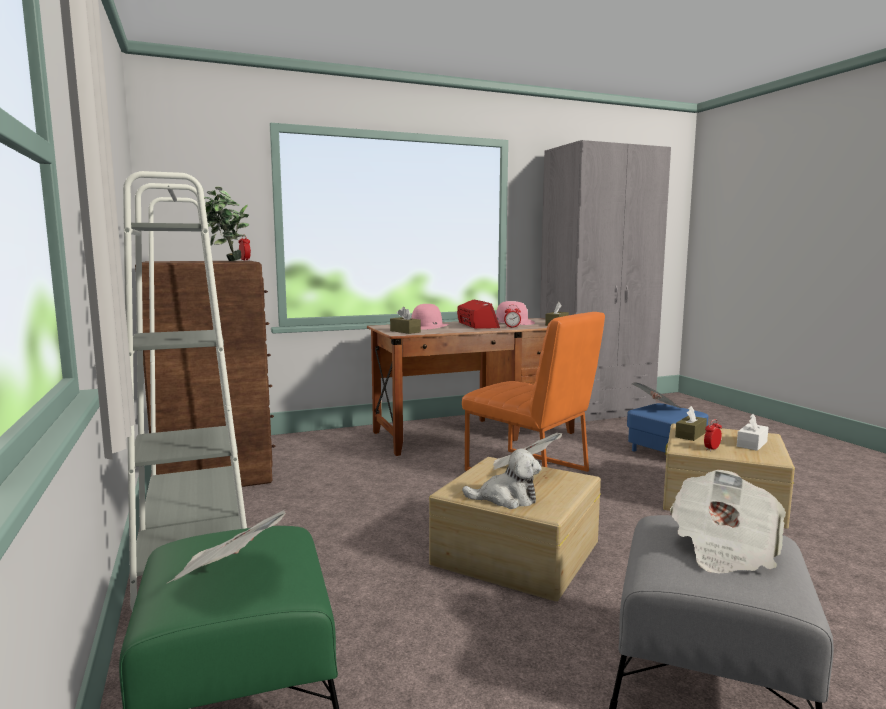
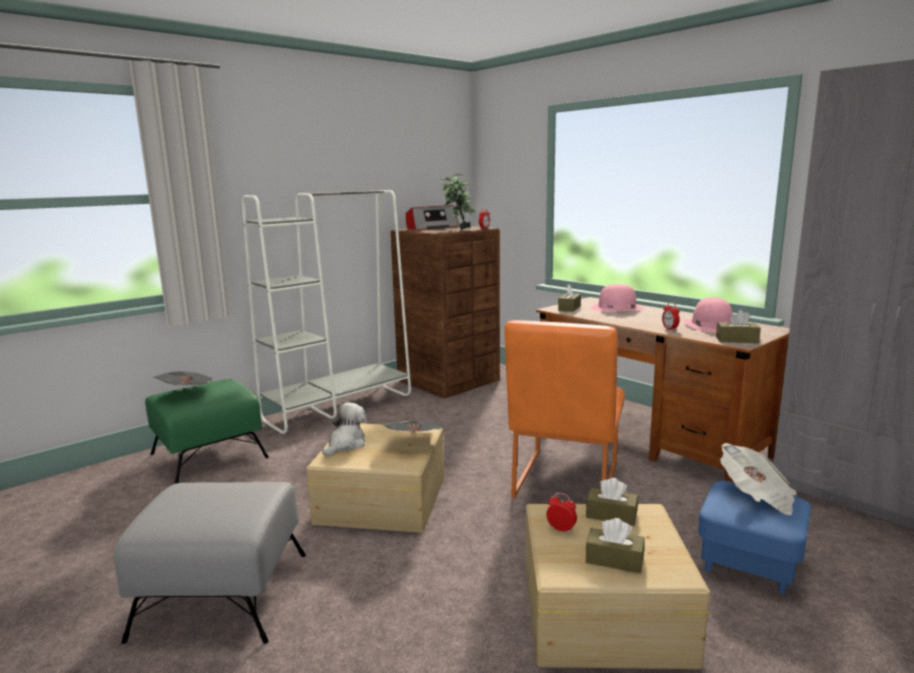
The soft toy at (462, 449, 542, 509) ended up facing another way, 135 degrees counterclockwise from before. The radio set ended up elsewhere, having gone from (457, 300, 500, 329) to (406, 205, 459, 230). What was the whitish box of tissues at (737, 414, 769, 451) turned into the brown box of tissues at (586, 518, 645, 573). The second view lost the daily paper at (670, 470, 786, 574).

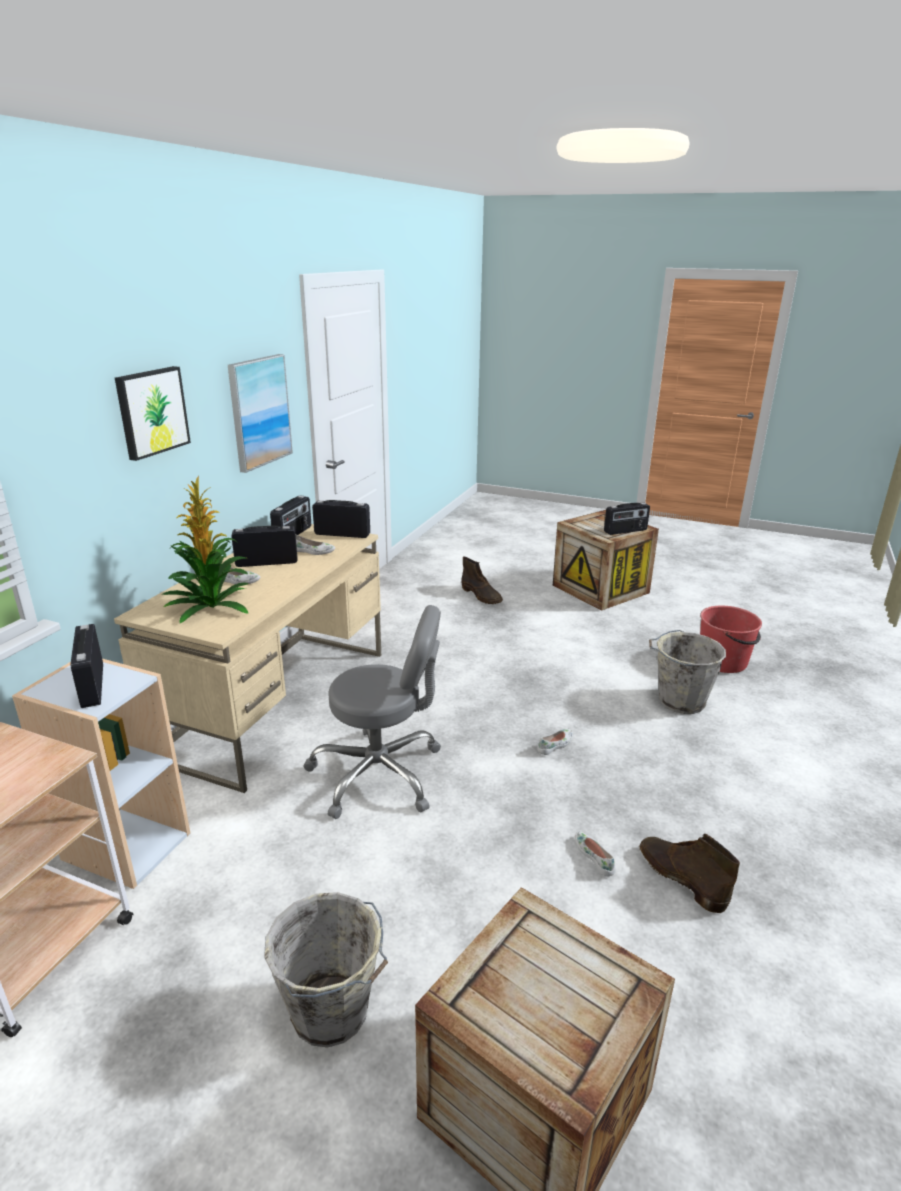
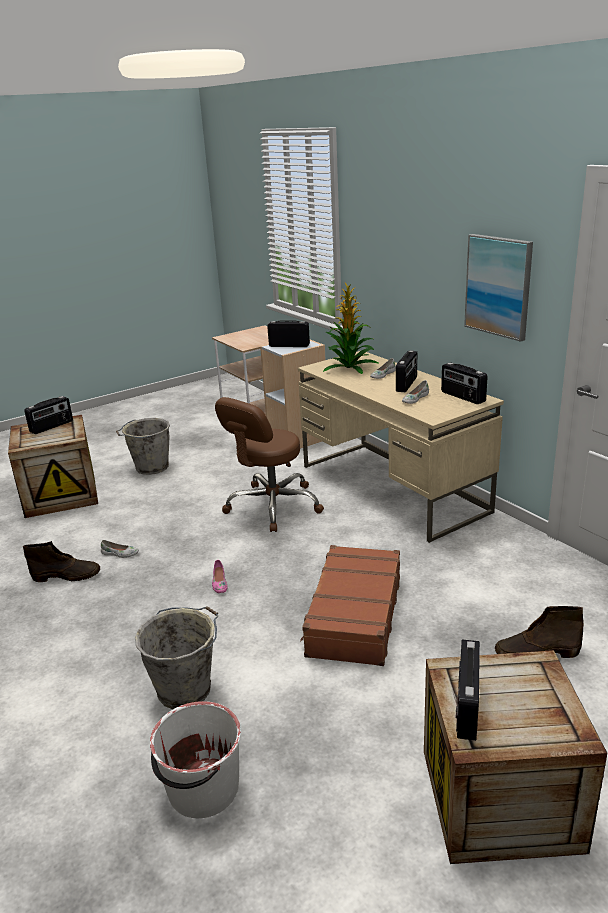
The radio set ended up elsewhere, having gone from (312, 500, 370, 538) to (24, 396, 73, 434). What was the red-coloured water bucket at (700, 605, 762, 673) turned into the whitish water bucket at (150, 701, 241, 818). What was the whitish low shoe at (537, 729, 573, 755) turned into the pink-coloured low shoe at (212, 560, 228, 593). What was the gray desk chair at (304, 605, 441, 819) turned into the brown desk chair at (215, 397, 324, 532). The second view gained the brown suitcase at (300, 545, 400, 666). The second view lost the picture at (115, 366, 191, 461).

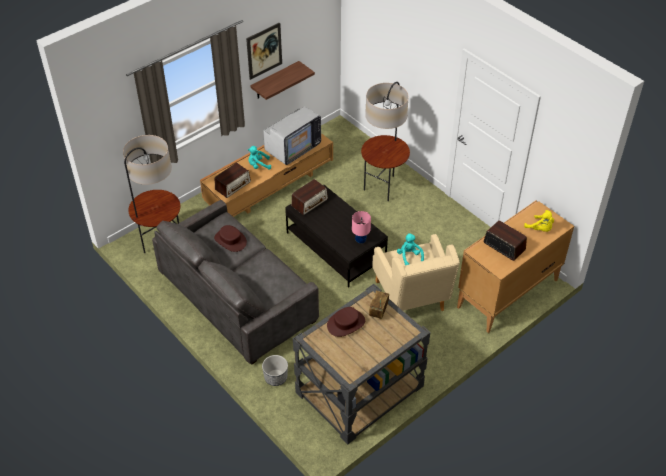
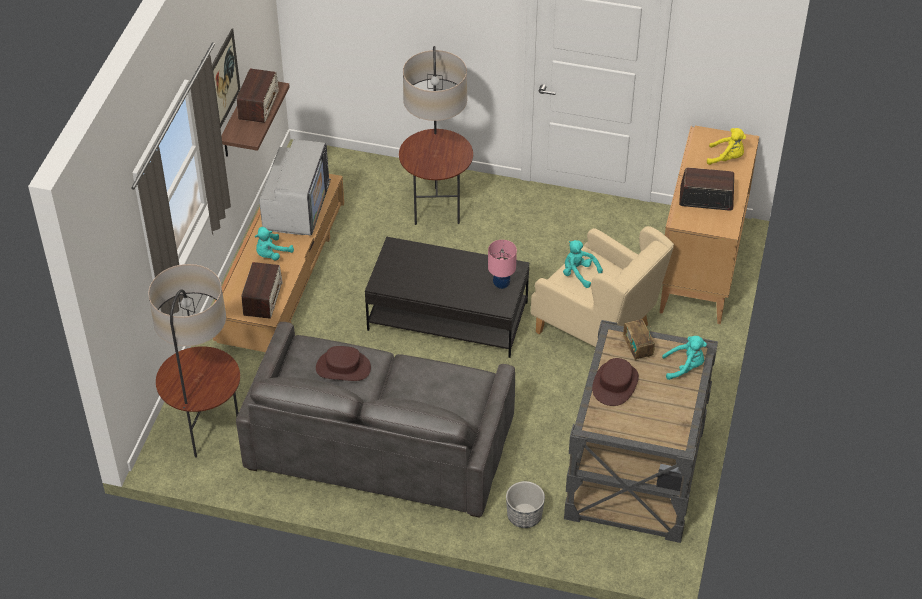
The radio set ended up elsewhere, having gone from (291, 179, 328, 215) to (237, 68, 279, 123). The second view gained the turquoise soft toy at (662, 336, 707, 380).

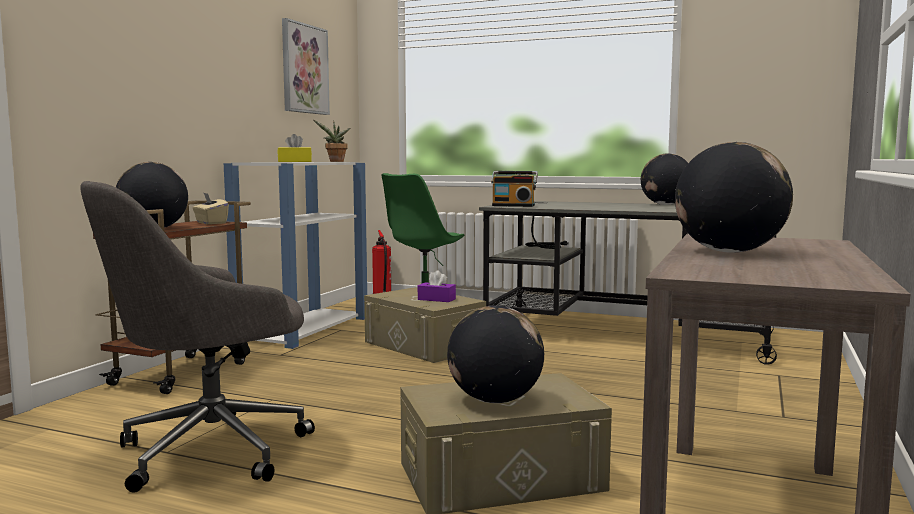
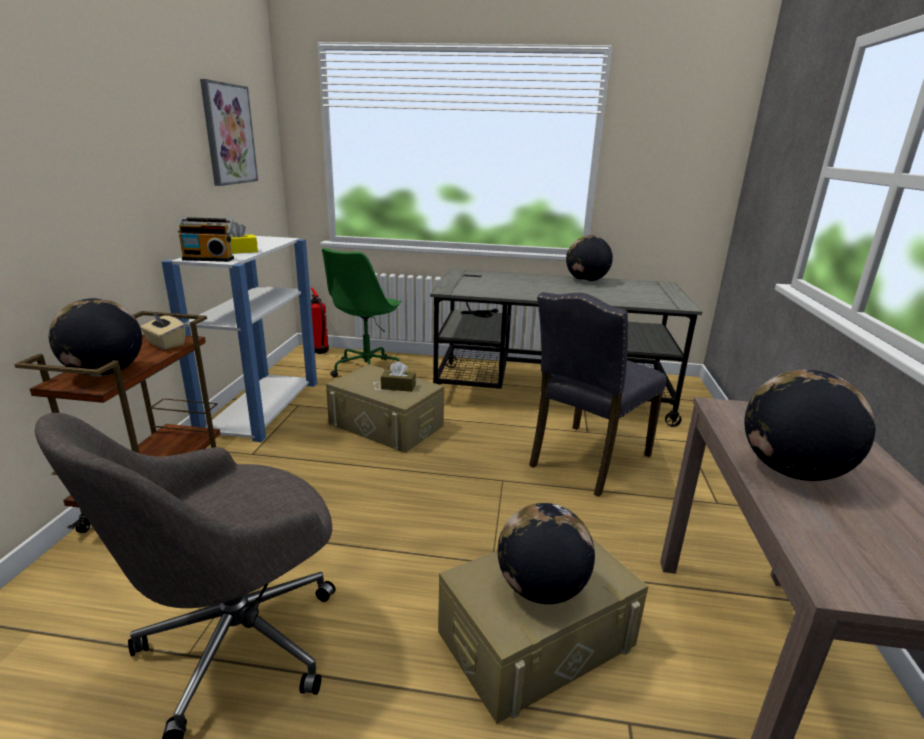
The radio set ended up elsewhere, having gone from (491, 171, 538, 207) to (177, 217, 234, 262). What was the purplish box of tissues at (418, 270, 456, 302) turned into the brown box of tissues at (381, 361, 416, 392). The second view gained the gray plain chair at (529, 292, 666, 497). The second view lost the houseplant at (313, 120, 351, 162).

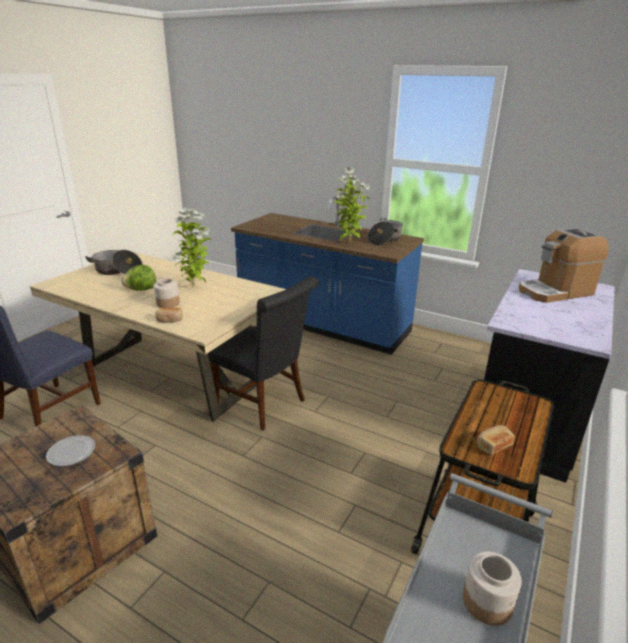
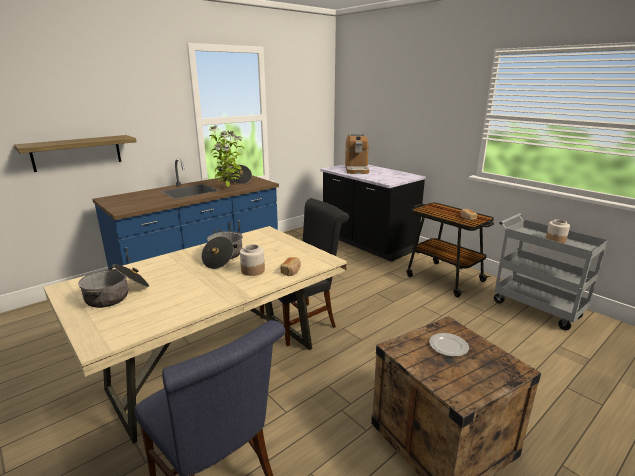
The second view gained the shelf at (14, 135, 137, 172). Where the houseplant stood at (172, 208, 212, 287), the saucepot came to stand at (201, 229, 243, 269). The second view lost the lettuce head at (121, 265, 156, 290).

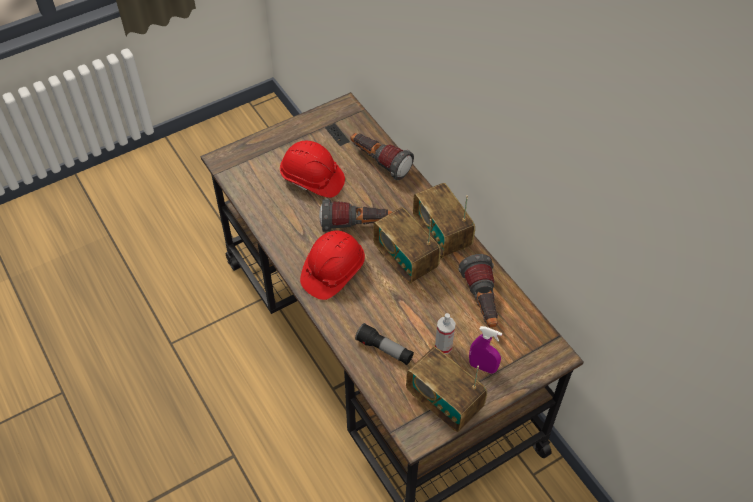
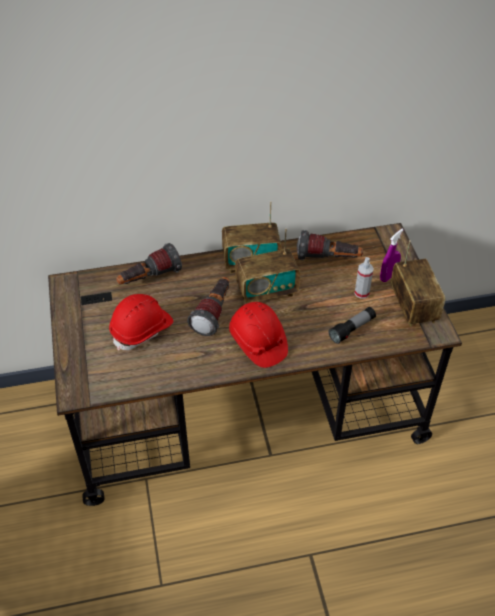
The radio set at (406, 347, 487, 432) ended up facing another way, 75 degrees counterclockwise from before.

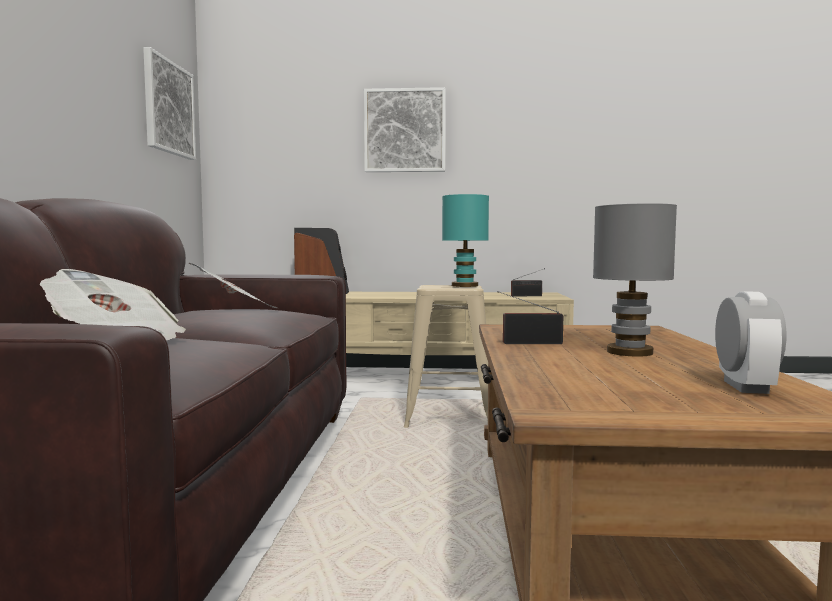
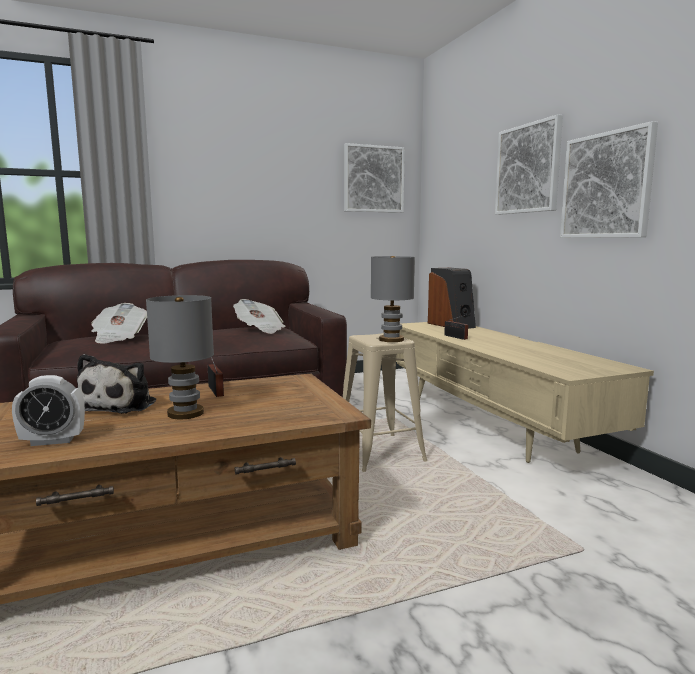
The second view gained the soft toy at (77, 354, 156, 414). What was the turquoise table lamp at (442, 194, 489, 287) turned into the gray table lamp at (371, 256, 415, 342). The radio set ended up elsewhere, having gone from (511, 268, 545, 297) to (444, 314, 469, 340). The second view gained the picture at (560, 121, 658, 238).

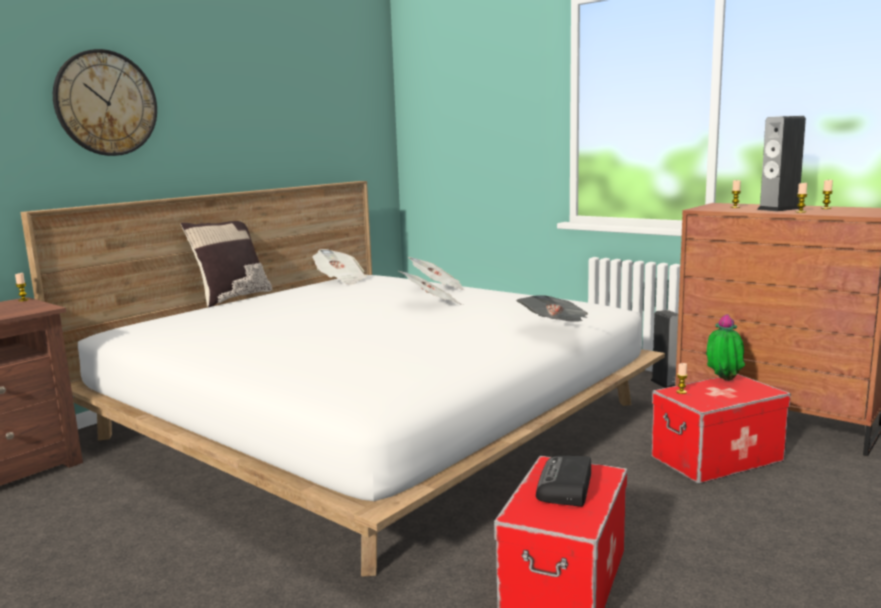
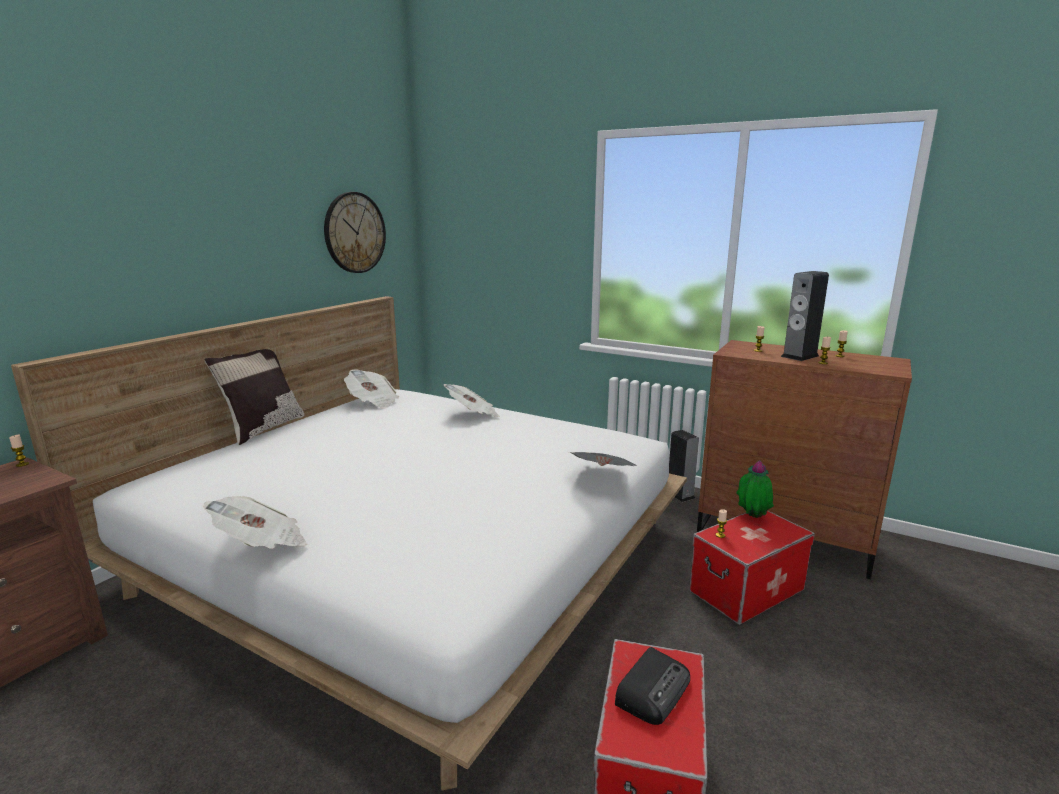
The daily paper ended up elsewhere, having gone from (399, 271, 463, 305) to (203, 496, 307, 549). The wall clock ended up elsewhere, having gone from (53, 49, 157, 156) to (324, 192, 386, 273). The radio set at (536, 456, 591, 507) ended up facing another way, 150 degrees counterclockwise from before.

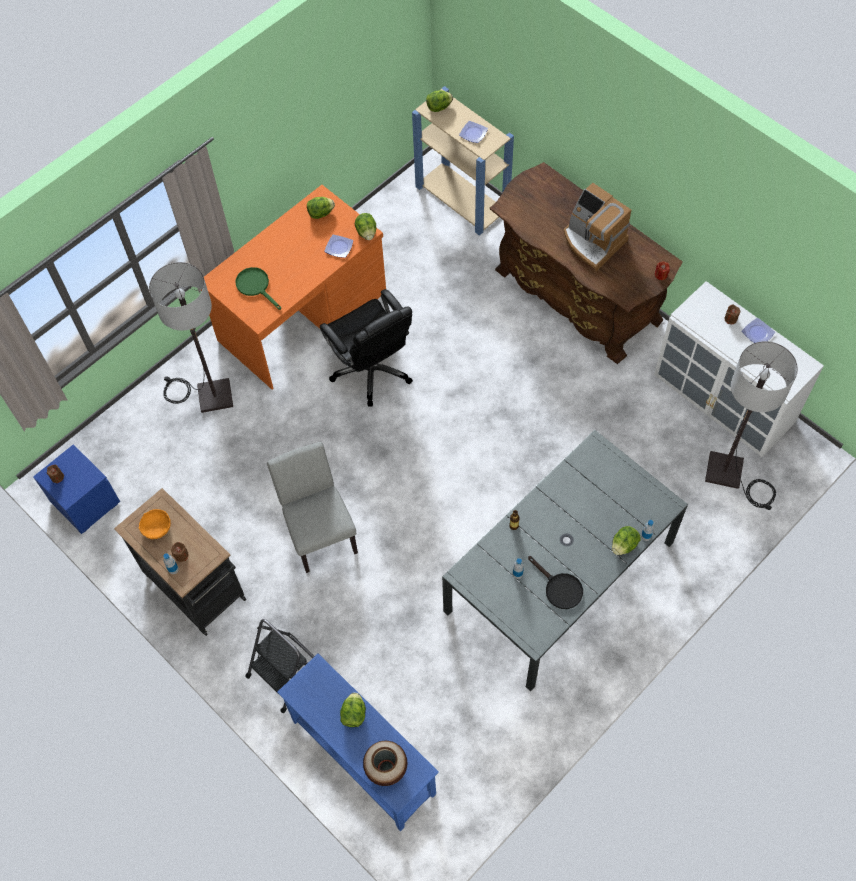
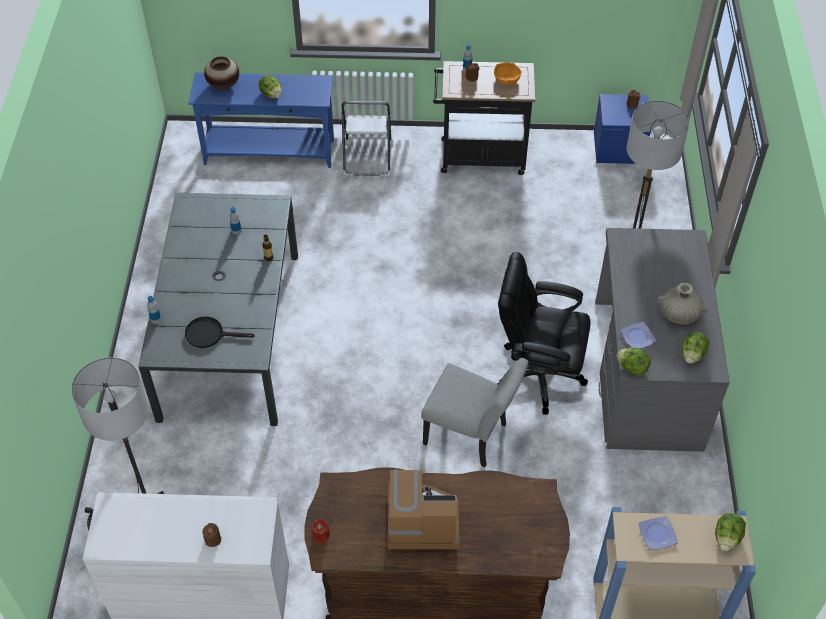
The blackish pan ended up elsewhere, having gone from (528, 556, 583, 609) to (185, 317, 255, 348). What was the blackish step ladder at (245, 619, 315, 713) turned into the whitish step ladder at (341, 101, 393, 176). The gray plain chair ended up elsewhere, having gone from (267, 442, 358, 573) to (421, 358, 529, 468). What was the orange desk table at (201, 185, 386, 390) turned into the gray desk table at (595, 228, 730, 452). The second view gained the beige flower vase at (657, 283, 707, 324). The second view lost the green pan at (235, 267, 281, 310). The second view lost the lettuce head at (612, 526, 641, 555). The second view lost the plate at (742, 318, 775, 343).

